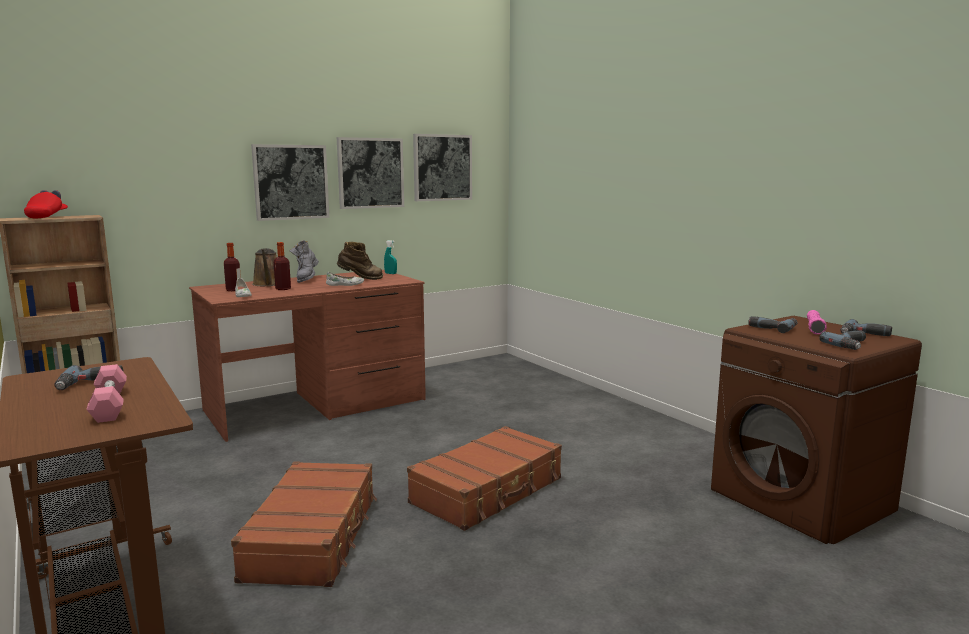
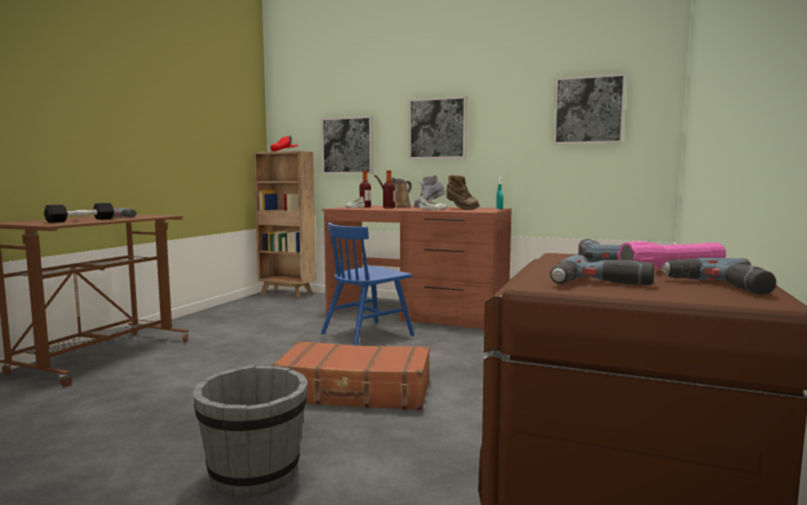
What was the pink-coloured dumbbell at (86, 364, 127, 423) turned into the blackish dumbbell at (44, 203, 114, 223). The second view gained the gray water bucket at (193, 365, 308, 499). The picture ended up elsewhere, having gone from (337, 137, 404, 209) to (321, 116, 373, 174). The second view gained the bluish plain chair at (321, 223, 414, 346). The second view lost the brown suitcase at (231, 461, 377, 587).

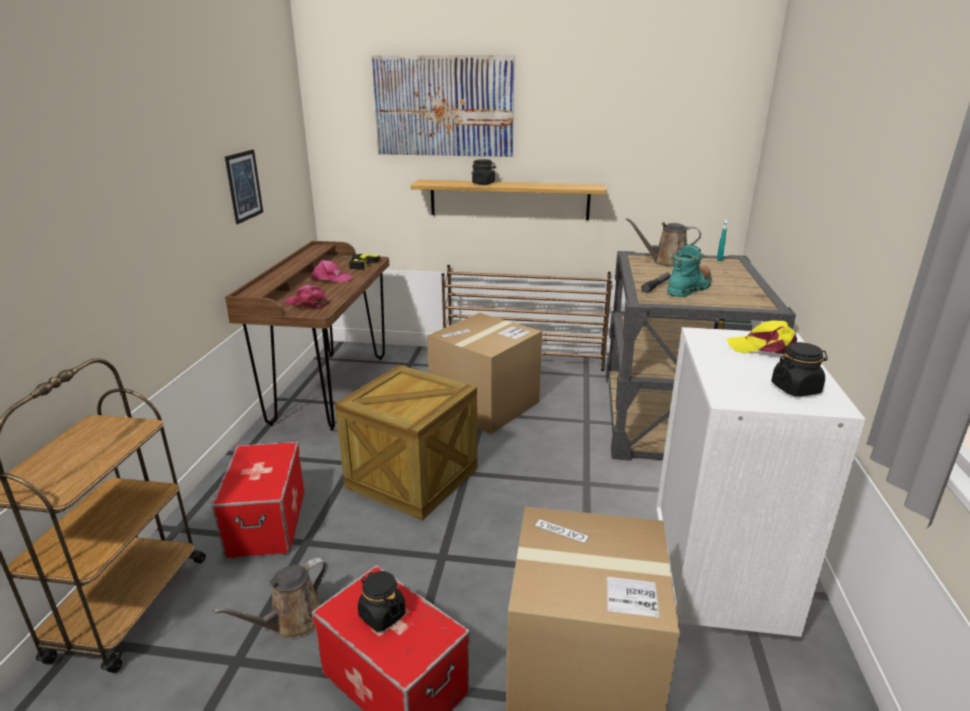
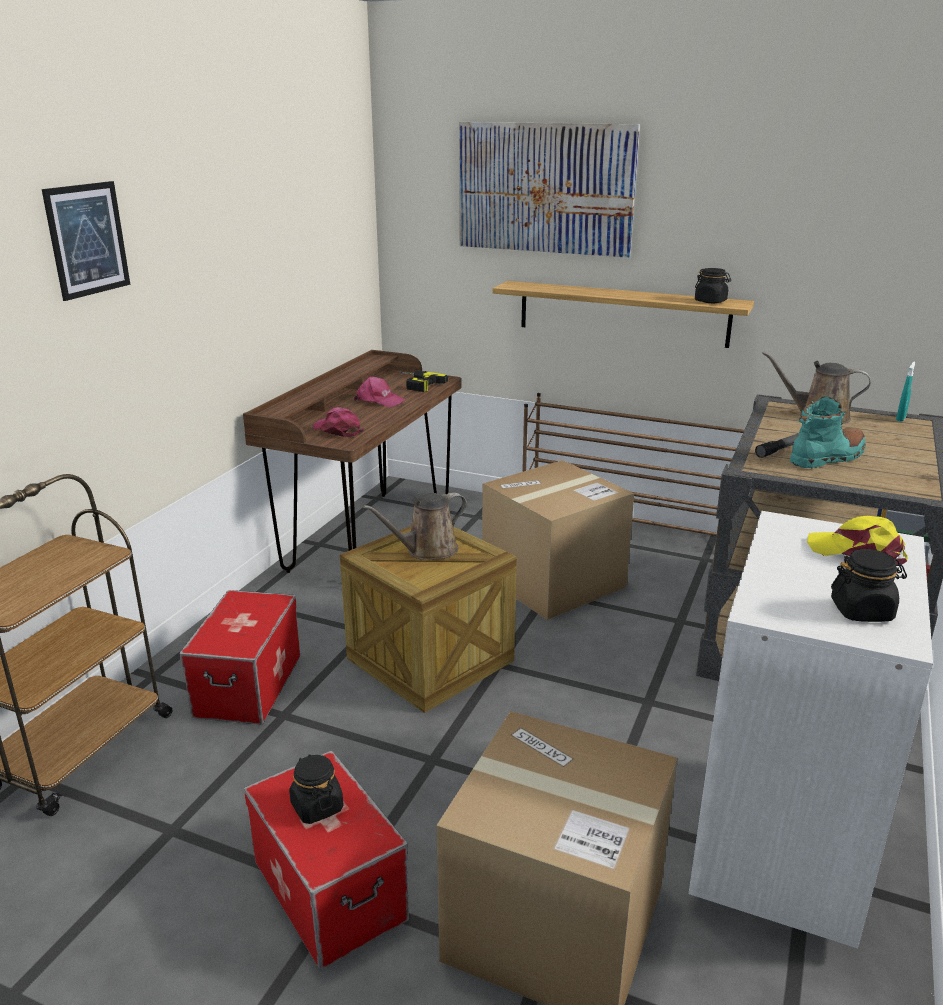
The picture ended up elsewhere, having gone from (225, 149, 263, 224) to (42, 181, 130, 301). The brown watering can ended up elsewhere, having gone from (213, 558, 328, 639) to (363, 492, 467, 560). The blackish jar ended up elsewhere, having gone from (472, 159, 496, 185) to (695, 268, 731, 303).

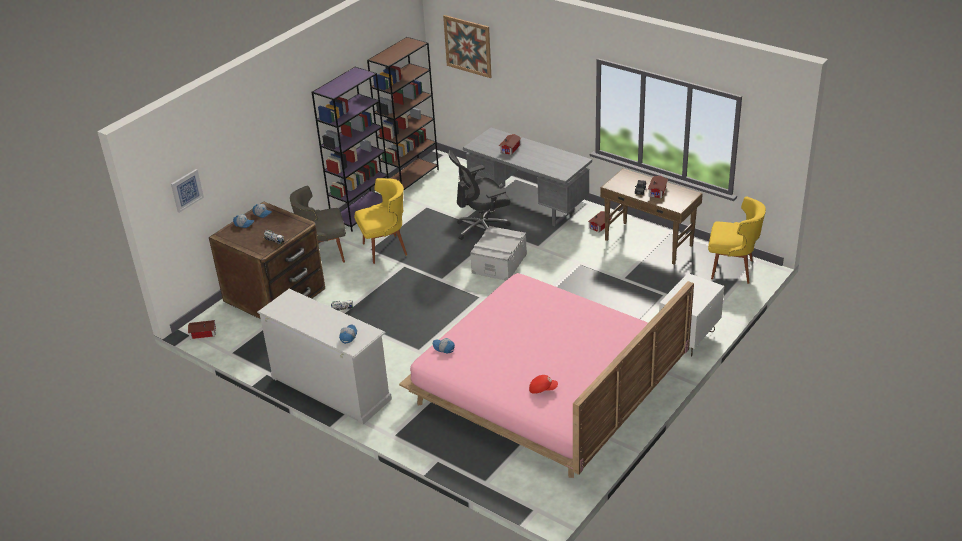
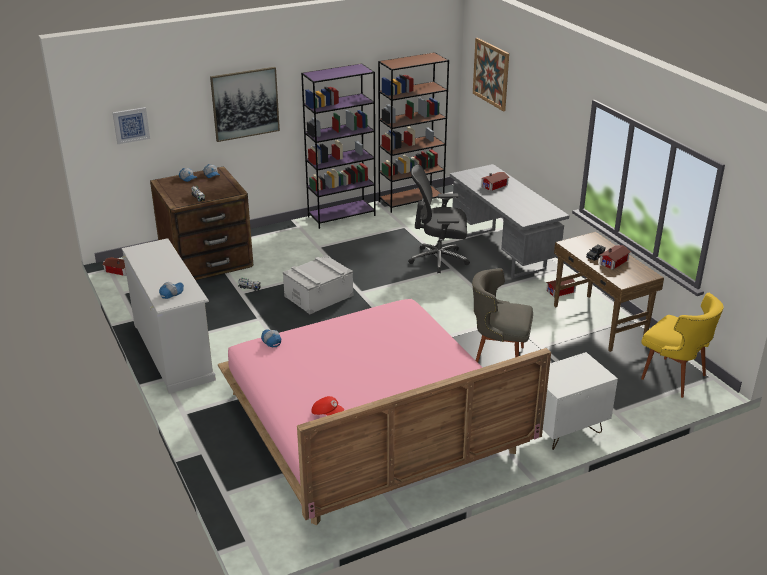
The second view gained the picture at (210, 67, 280, 142). The gray storage box ended up elsewhere, having gone from (470, 226, 527, 281) to (283, 255, 353, 314). The gray plain chair ended up elsewhere, having gone from (290, 185, 346, 263) to (472, 268, 533, 362). The second view lost the yellow plain chair at (354, 178, 407, 264).

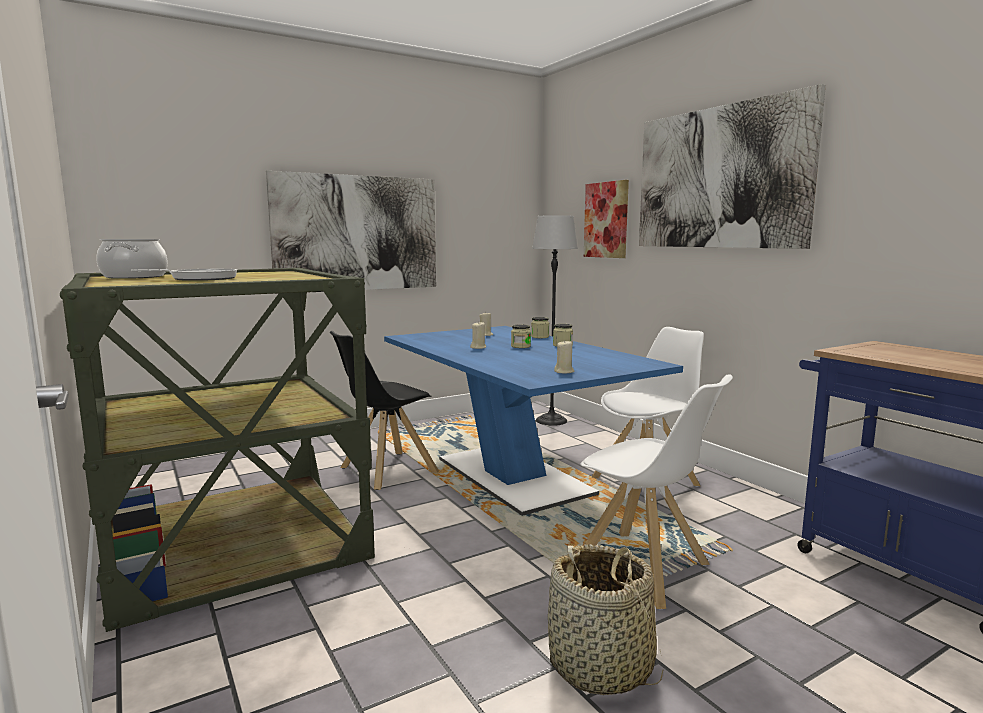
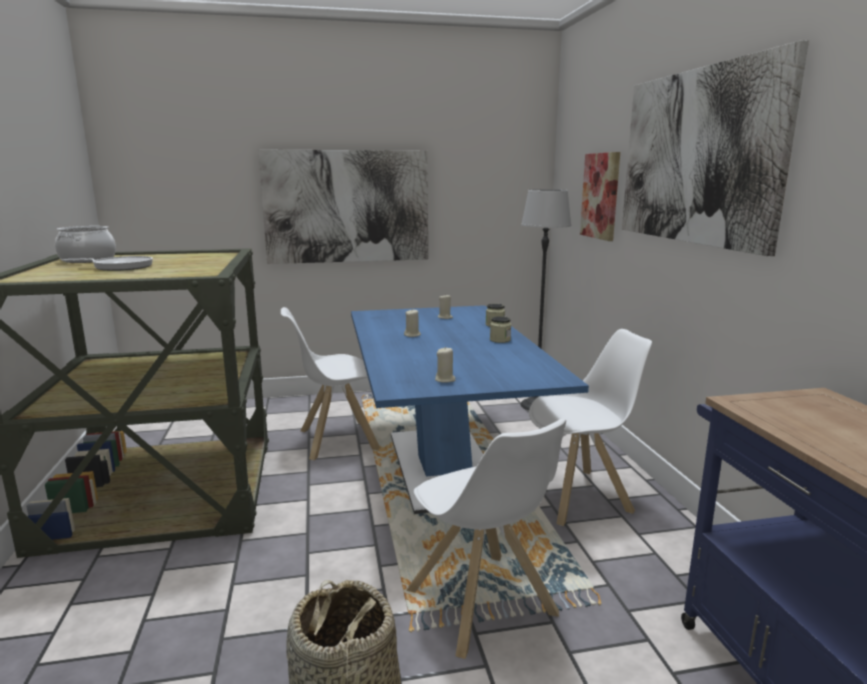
What was the blackish plain chair at (330, 331, 439, 490) turned into the whitish plain chair at (281, 307, 380, 460). The second view lost the jar at (511, 324, 531, 348).

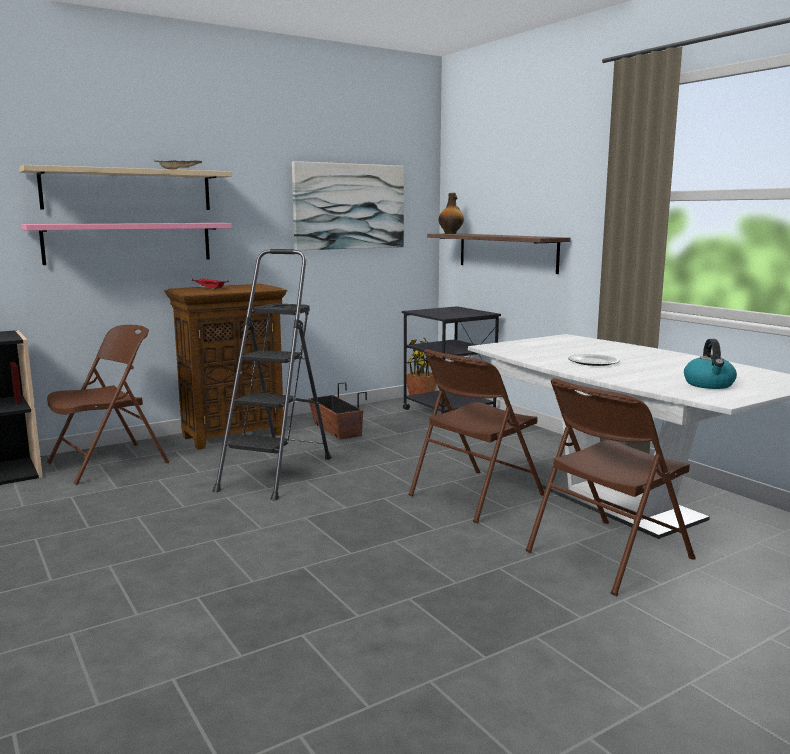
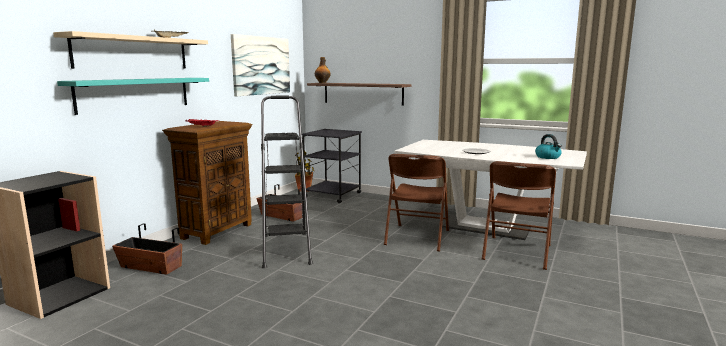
What was the pink-coloured shelf at (21, 223, 232, 265) turned into the turquoise shelf at (57, 78, 209, 115). Where the brown plain chair stood at (47, 325, 169, 485), the planter came to stand at (112, 223, 182, 274).

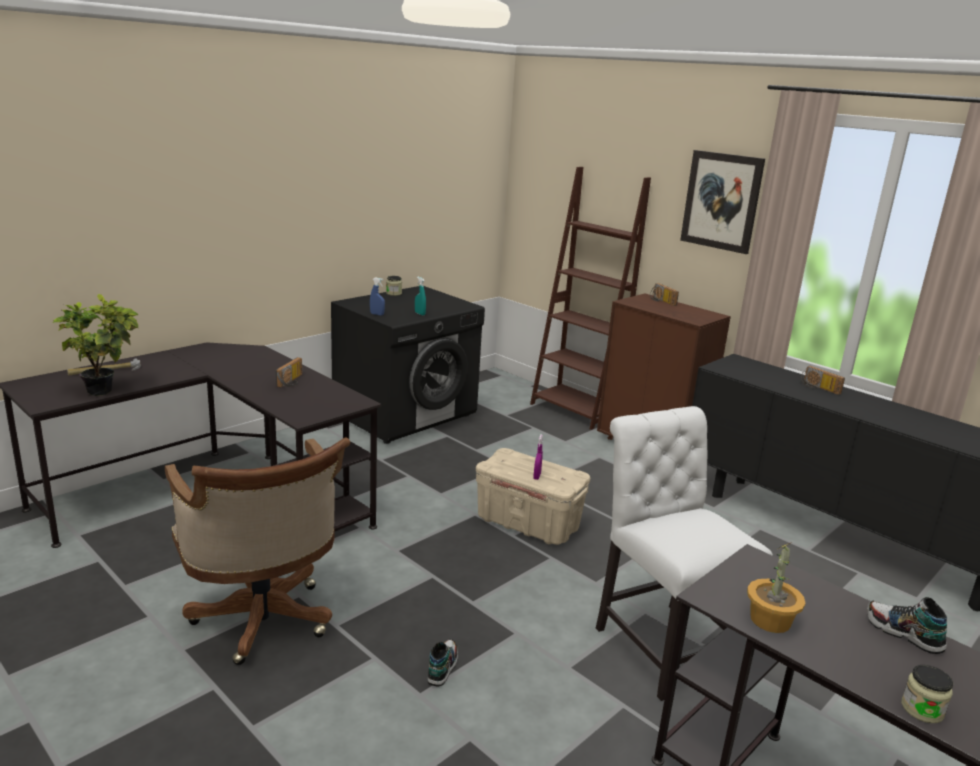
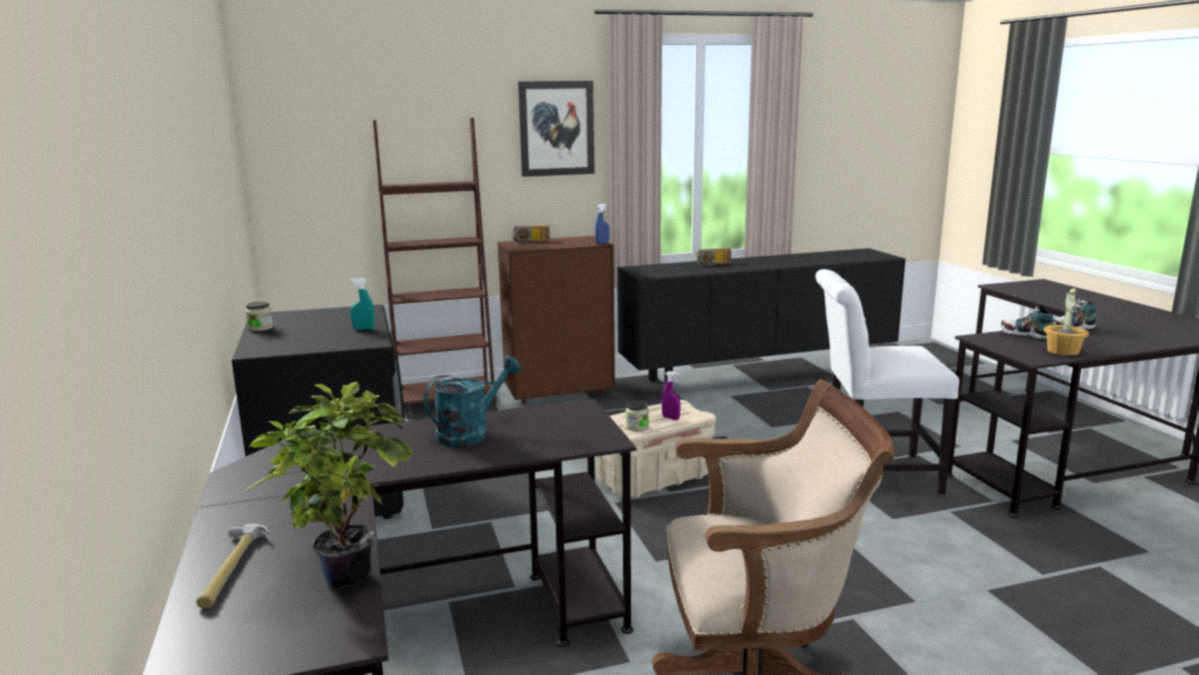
Where the radio set stood at (276, 357, 302, 388), the turquoise watering can came to stand at (424, 355, 521, 446). The bluish spray bottle ended up elsewhere, having gone from (370, 278, 385, 315) to (595, 203, 610, 244). The jar ended up elsewhere, having gone from (901, 665, 953, 723) to (626, 401, 649, 431). The low shoe ended up elsewhere, having gone from (428, 639, 458, 687) to (1001, 305, 1054, 341).

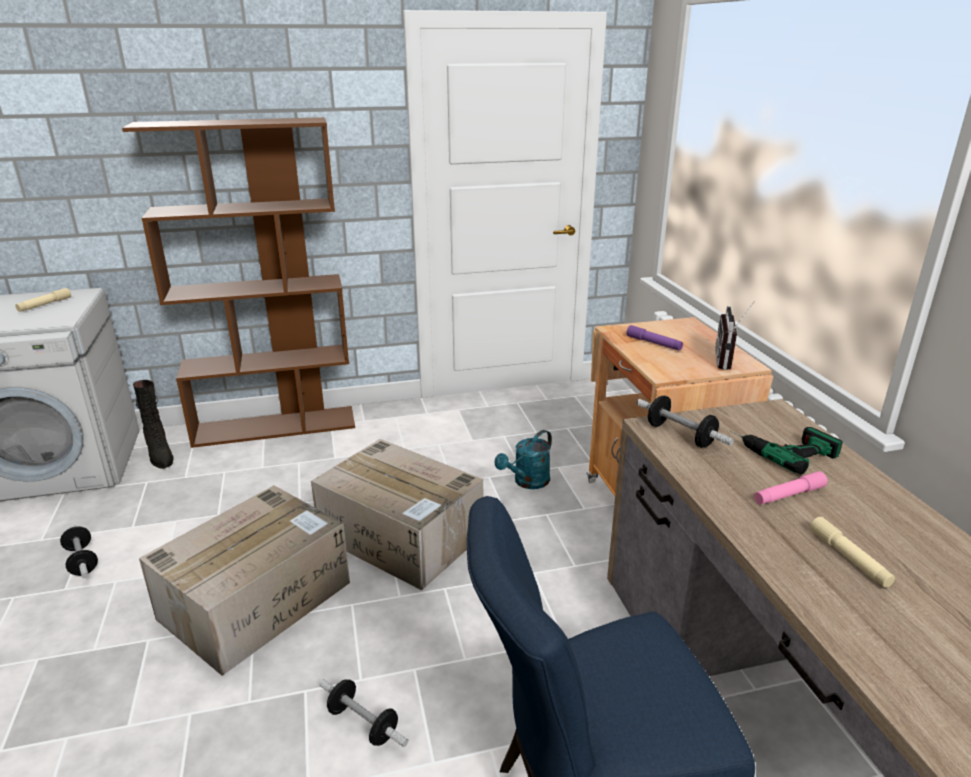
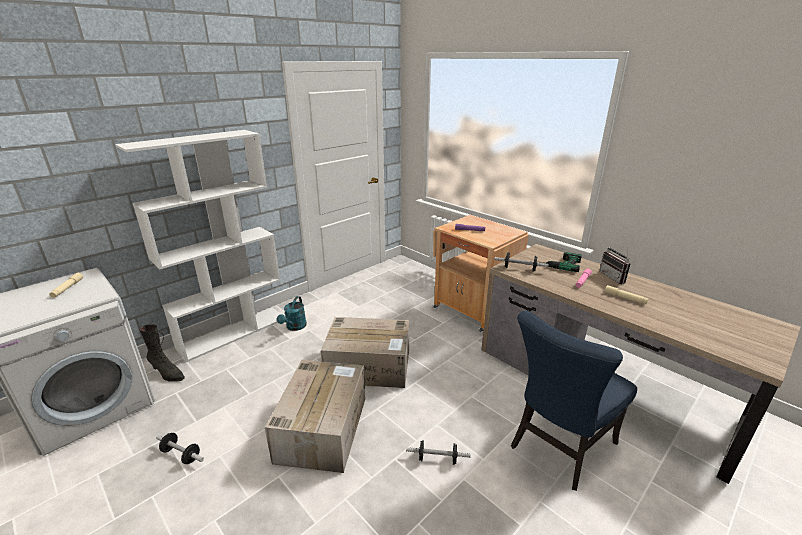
What was the brown bookcase at (122, 117, 355, 448) turned into the whitish bookcase at (115, 130, 286, 362). The turquoise watering can ended up elsewhere, having gone from (495, 430, 552, 489) to (277, 296, 307, 331). The radio set ended up elsewhere, having gone from (715, 301, 755, 370) to (599, 243, 631, 284).

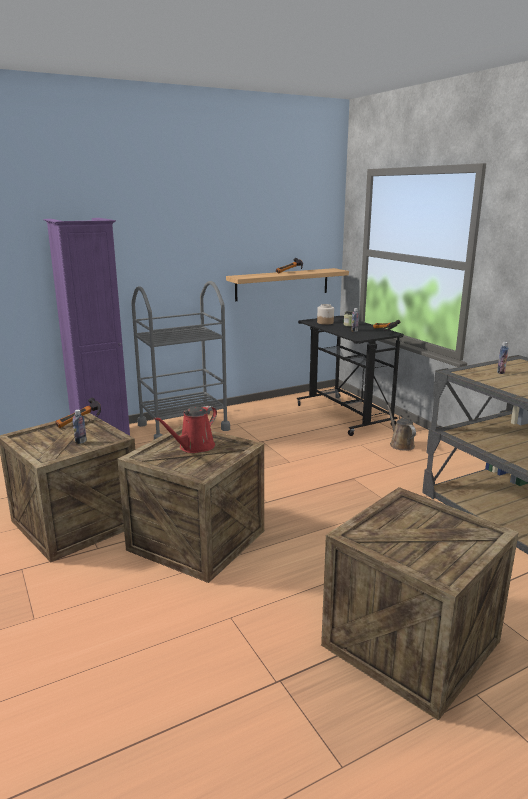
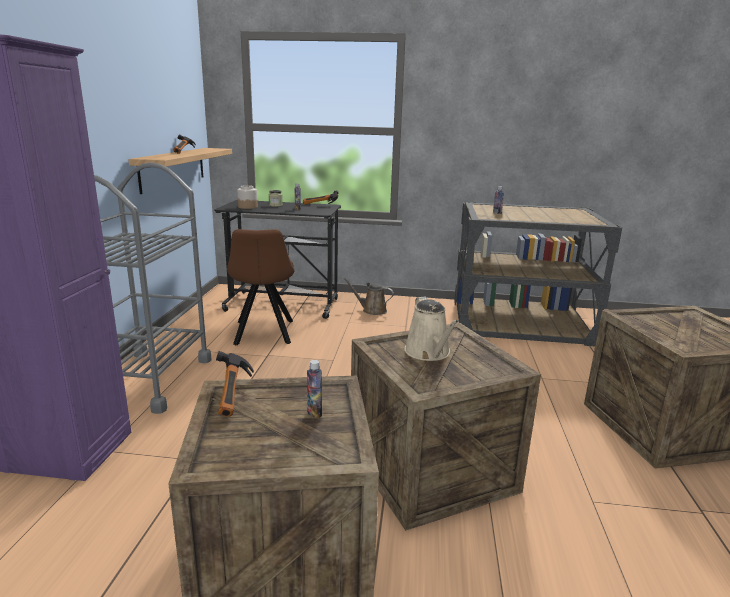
The second view gained the brown plain chair at (227, 229, 295, 345). What was the red-coloured watering can at (154, 406, 217, 453) turned into the beige watering can at (405, 296, 459, 361).

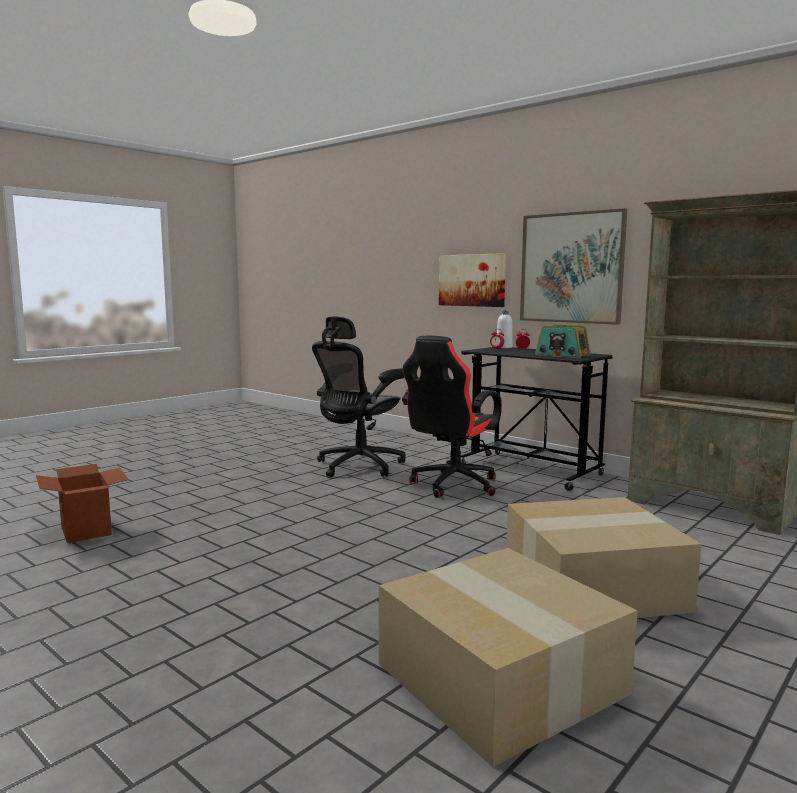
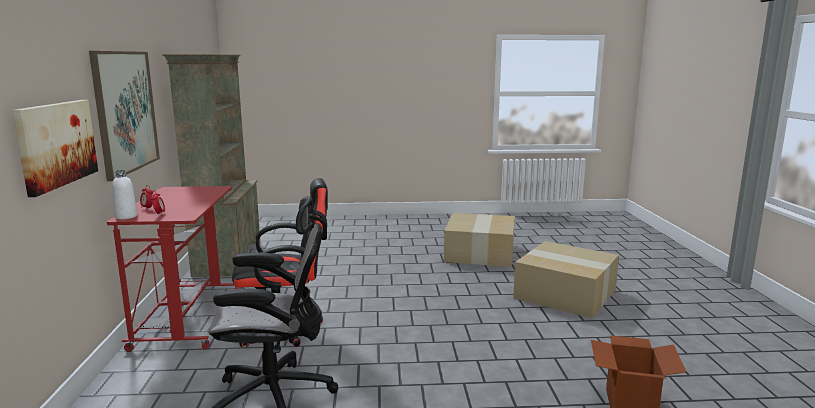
What was the blackish desk table at (460, 347, 613, 491) turned into the red-coloured desk table at (107, 186, 239, 351). The cardboard box ended up elsewhere, having gone from (506, 497, 701, 618) to (513, 241, 619, 318). The second view lost the radio set at (535, 325, 590, 358).

